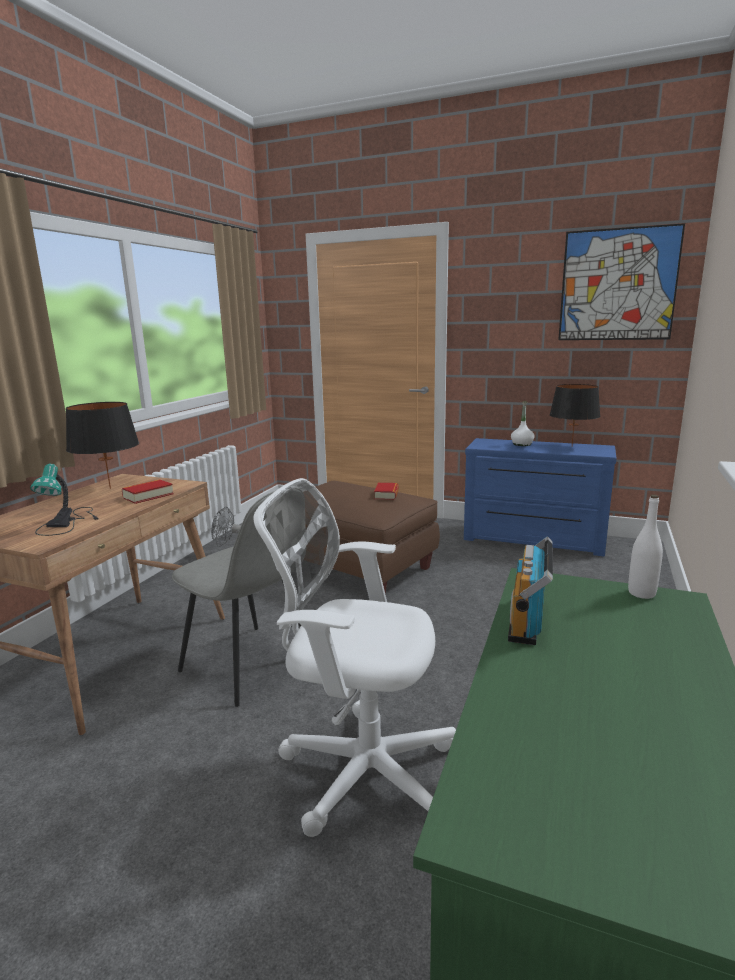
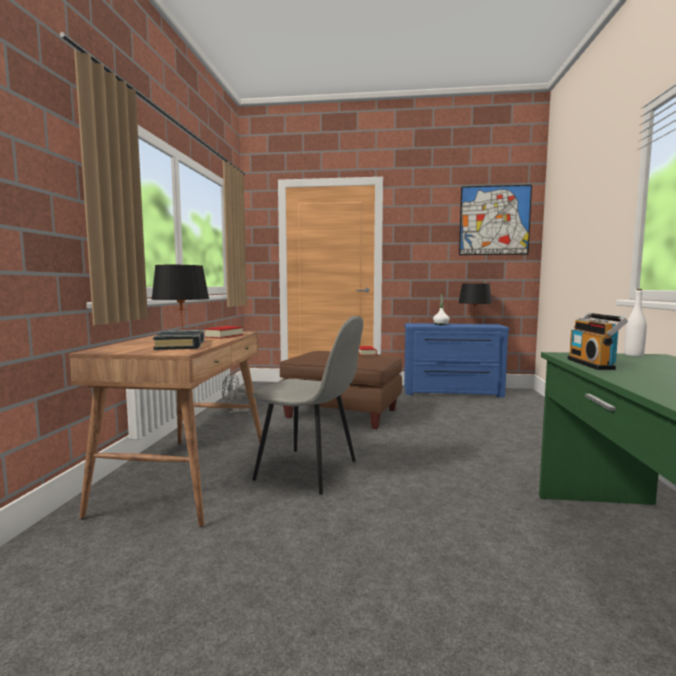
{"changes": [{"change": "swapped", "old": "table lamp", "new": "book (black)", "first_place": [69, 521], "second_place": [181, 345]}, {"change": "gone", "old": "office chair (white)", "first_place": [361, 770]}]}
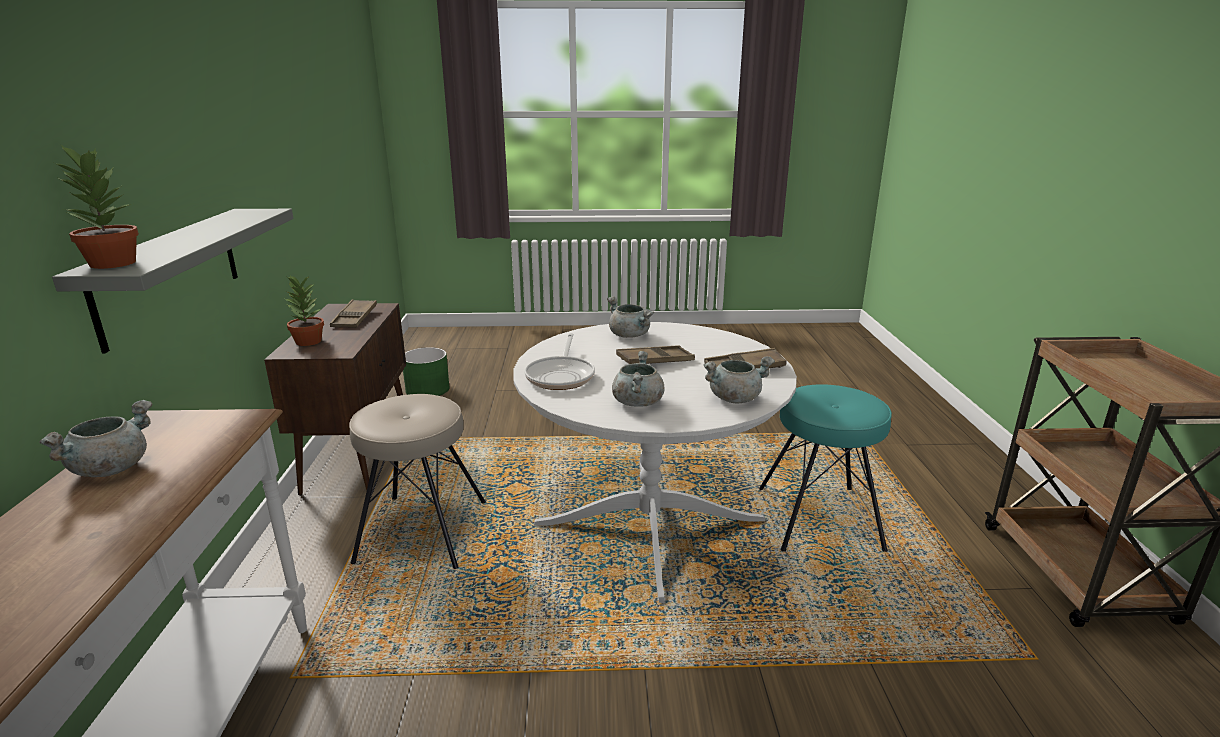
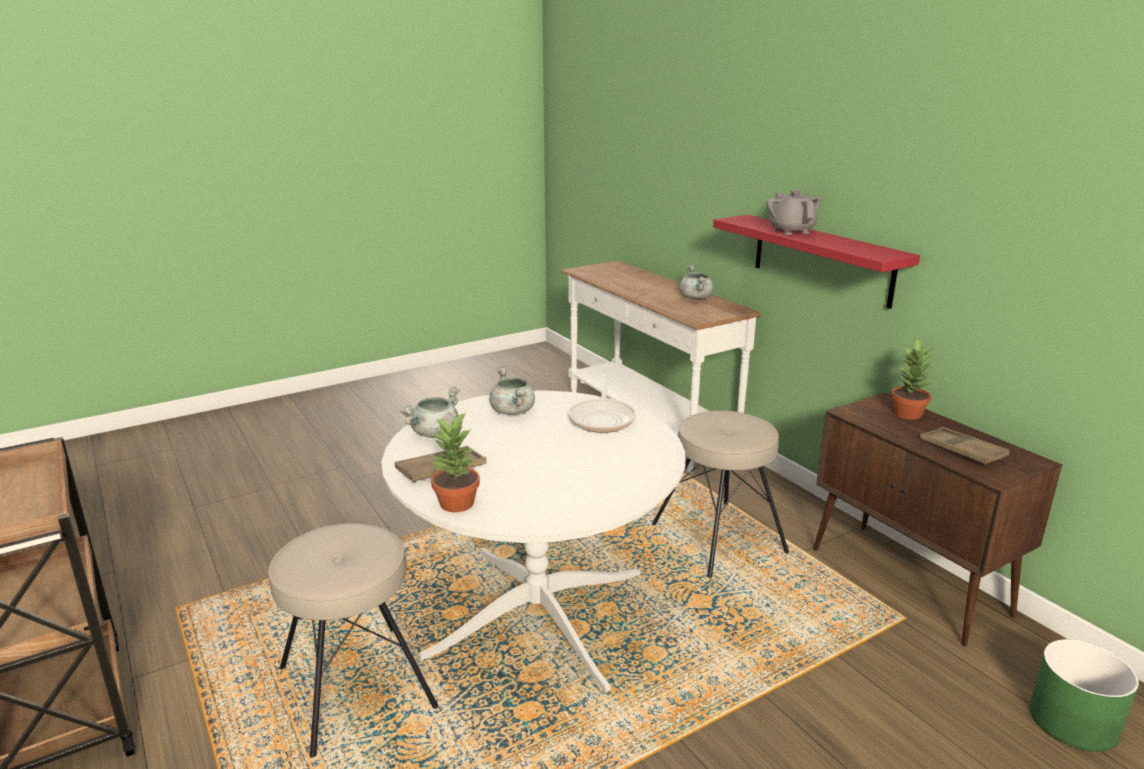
{"changes": [{"change": "shifted", "old": "potted plant", "first_place": [113, 263], "second_place": [457, 503]}, {"change": "repainted", "old": "shelf (grey)", "new": "shelf (red)", "first_place": [170, 273], "second_place": [821, 259]}, {"change": "gone", "old": "cooking pot (grey)", "first_place": [630, 335]}, {"change": "rotated", "old": "frying pan", "first_place": [561, 376], "second_place": [602, 418], "degrees": -150}, {"change": "gone", "old": "tray (brown)", "first_place": [655, 361]}, {"change": "repainted", "old": "stool (turquoise)", "new": "stool (beige)", "first_place": [819, 518], "second_place": [355, 688]}, {"change": "new", "new": "teapot (grey)", "second_place": [791, 231]}]}
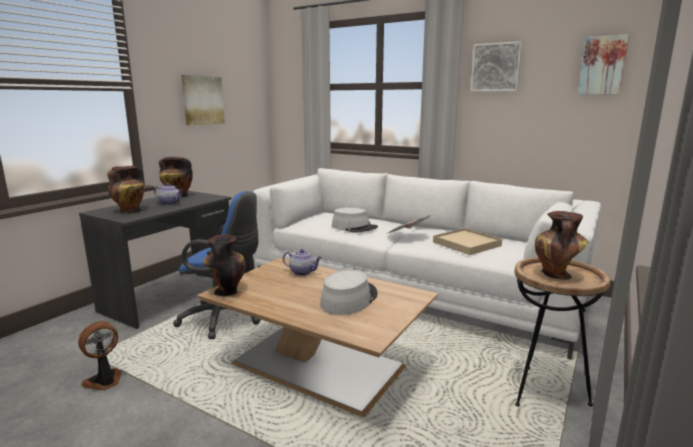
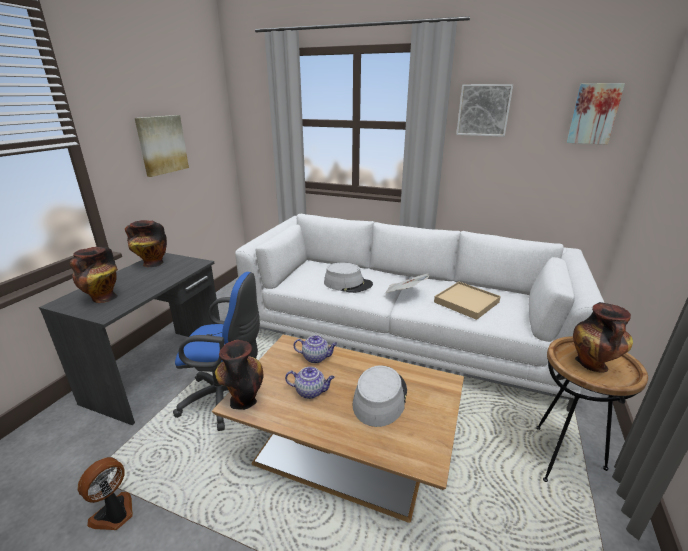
{"changes": [{"change": "shifted", "old": "teapot", "first_place": [170, 203], "second_place": [311, 391]}]}
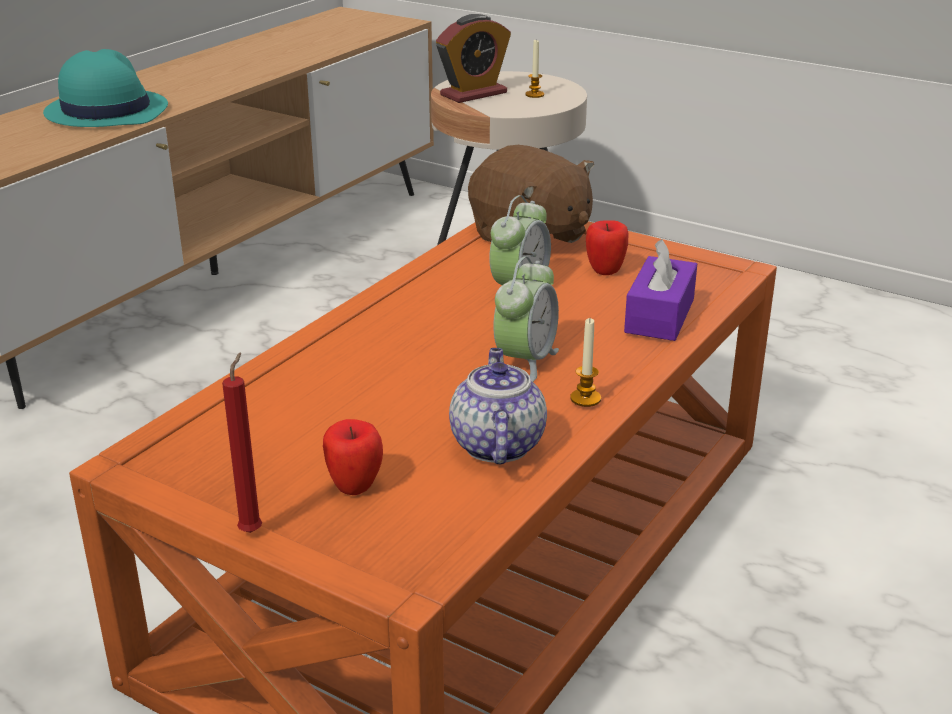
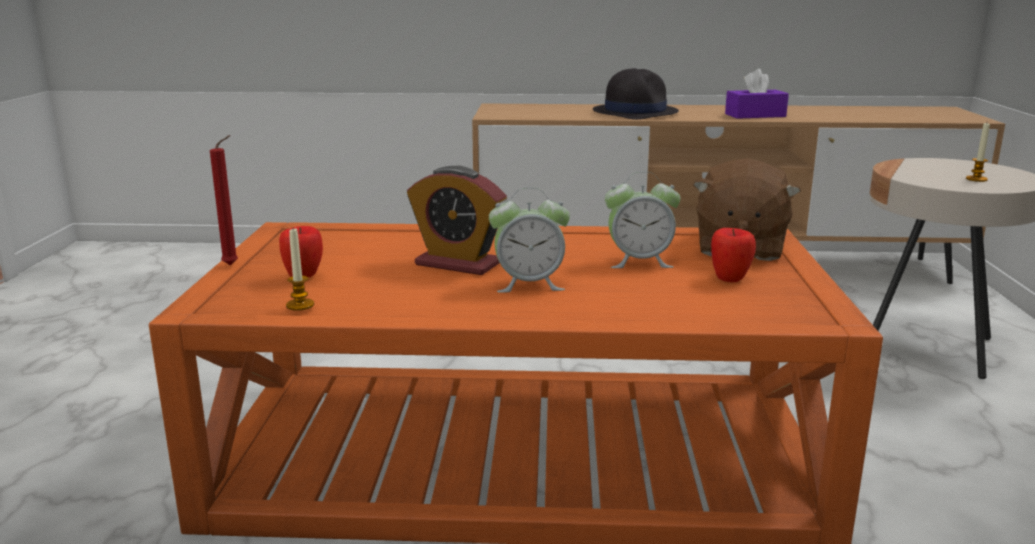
{"changes": [{"change": "shifted", "old": "alarm clock", "first_place": [473, 94], "second_place": [458, 264]}, {"change": "repainted", "old": "hat (turquoise)", "new": "hat (black)", "first_place": [106, 111], "second_place": [635, 112]}, {"change": "shifted", "old": "tissue box (purple)", "first_place": [659, 316], "second_place": [755, 115]}, {"change": "shifted", "old": "candle", "first_place": [585, 398], "second_place": [300, 305]}, {"change": "gone", "old": "teapot", "first_place": [496, 444]}]}
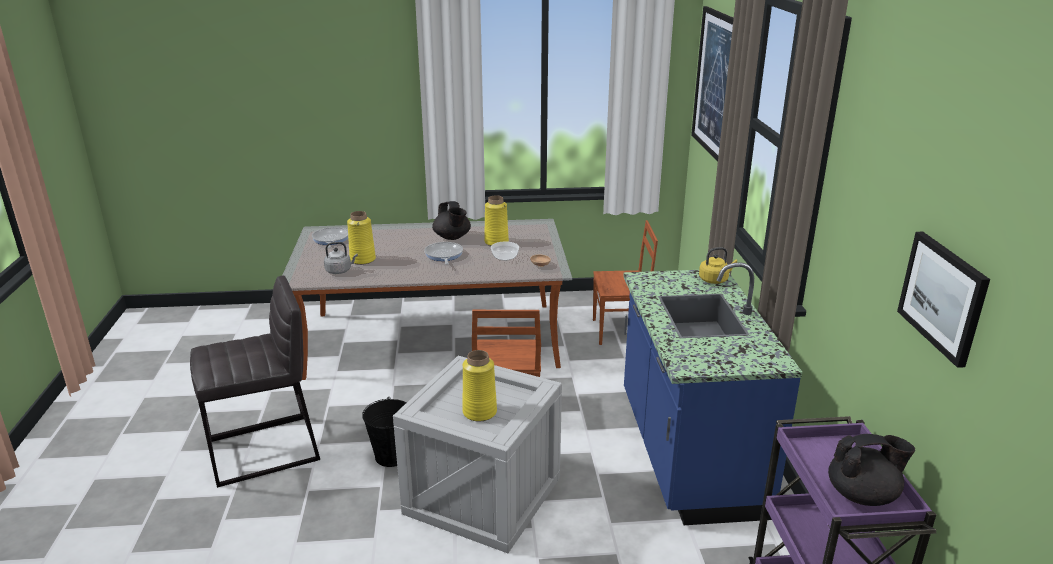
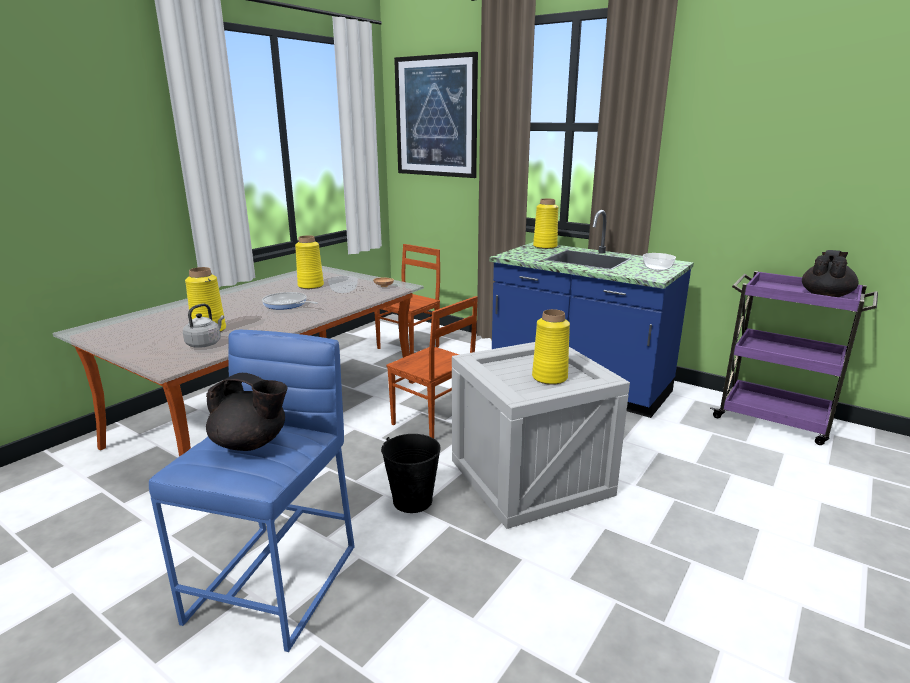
{"changes": [{"change": "shifted", "old": "teapot (black)", "first_place": [452, 237], "second_place": [251, 444]}, {"change": "gone", "old": "frying pan", "first_place": [330, 240]}, {"change": "gone", "old": "picture", "first_place": [943, 296]}, {"change": "swapped", "old": "kettle (yellow)", "new": "vase (yellow)", "first_place": [714, 280], "second_place": [545, 246]}, {"change": "repainted", "old": "stool (grey)", "new": "stool (blue)", "first_place": [265, 450], "second_place": [276, 582]}, {"change": "new", "new": "bowl", "second_place": [657, 268]}]}
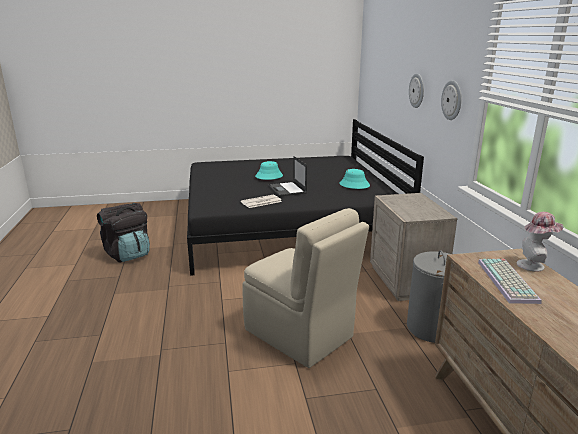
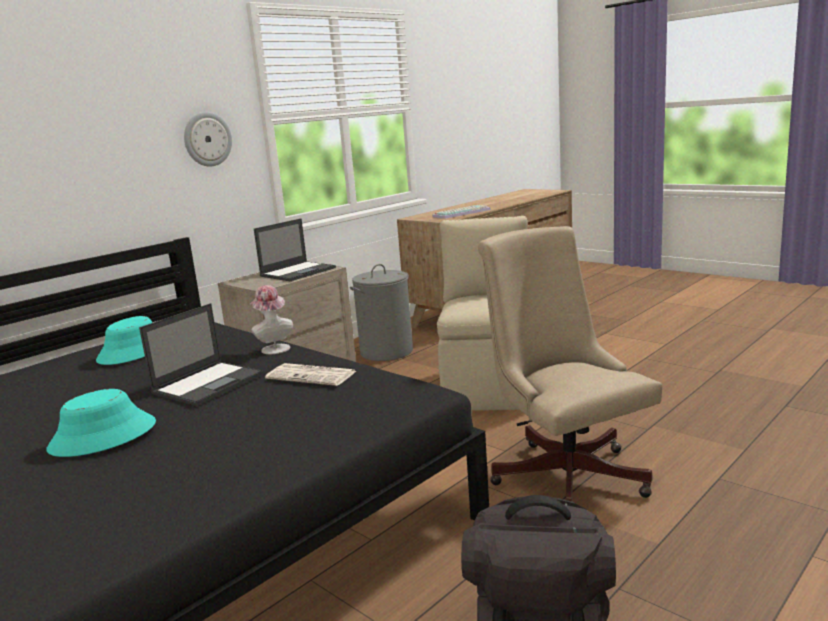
{"changes": [{"change": "gone", "old": "wall clock", "first_place": [417, 90]}, {"change": "shifted", "old": "hat", "first_place": [534, 265], "second_place": [274, 348]}, {"change": "new", "new": "laptop", "second_place": [298, 272]}, {"change": "new", "new": "office chair (beige)", "second_place": [564, 472]}]}
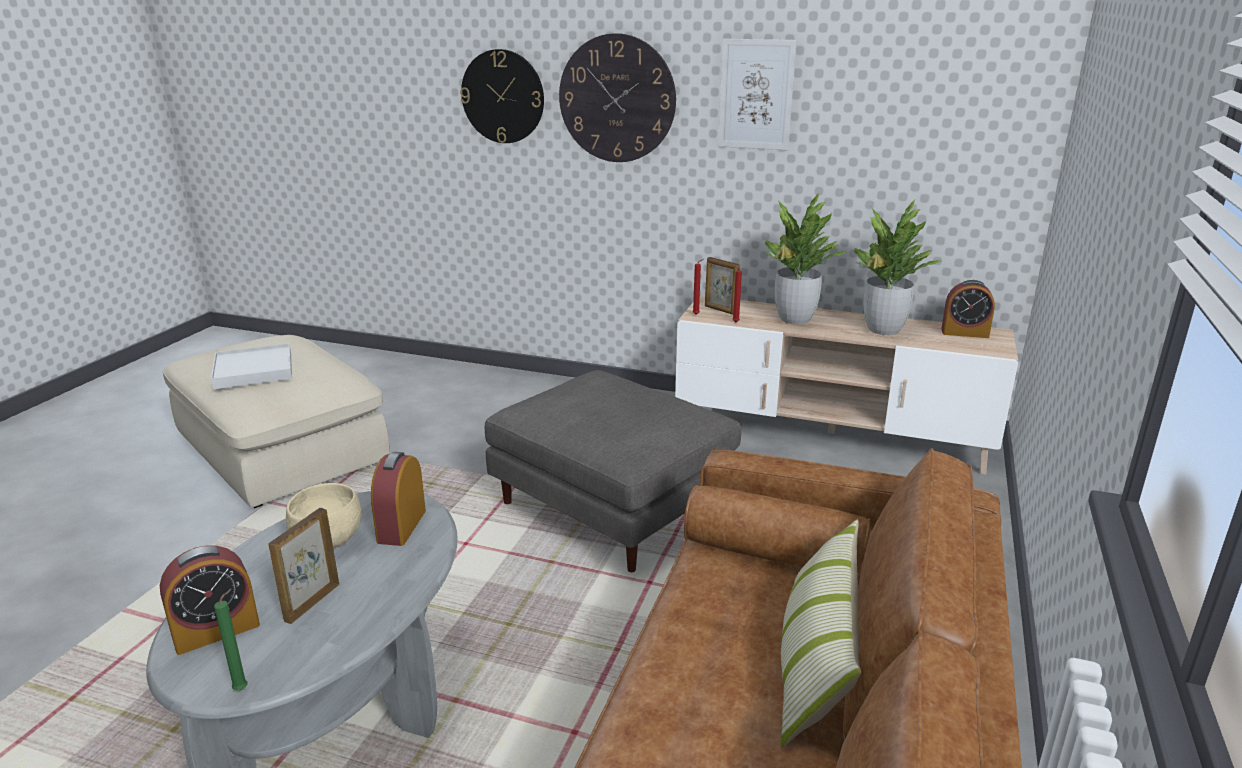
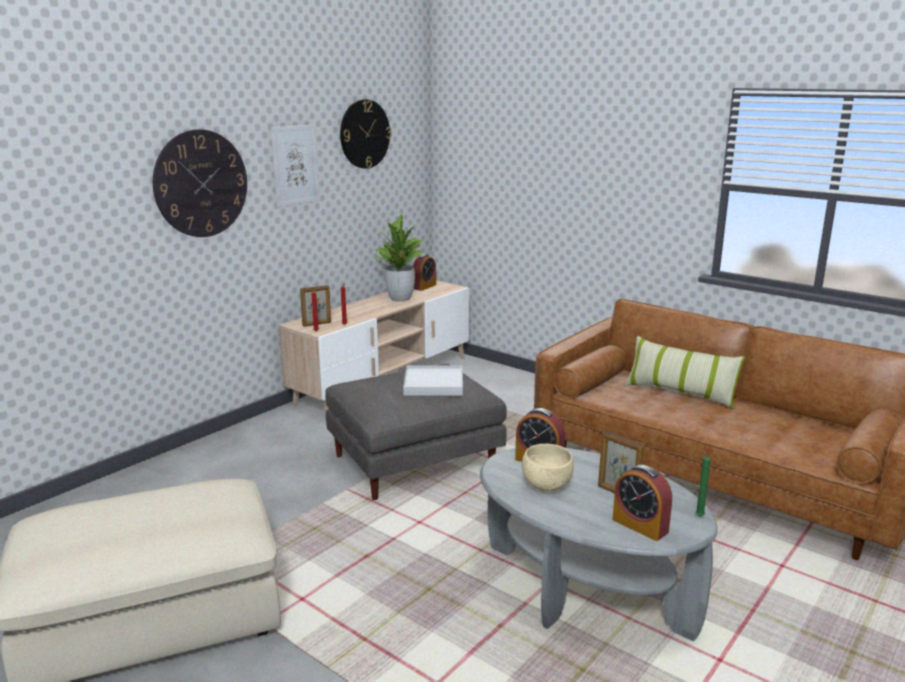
{"changes": [{"change": "shifted", "old": "wall clock", "first_place": [503, 96], "second_place": [364, 134]}, {"change": "gone", "old": "potted plant", "first_place": [794, 319]}, {"change": "shifted", "old": "tray (white)", "first_place": [254, 370], "second_place": [434, 384]}, {"change": "rotated", "old": "alarm clock", "first_place": [216, 631], "second_place": [640, 525], "degrees": 150}]}
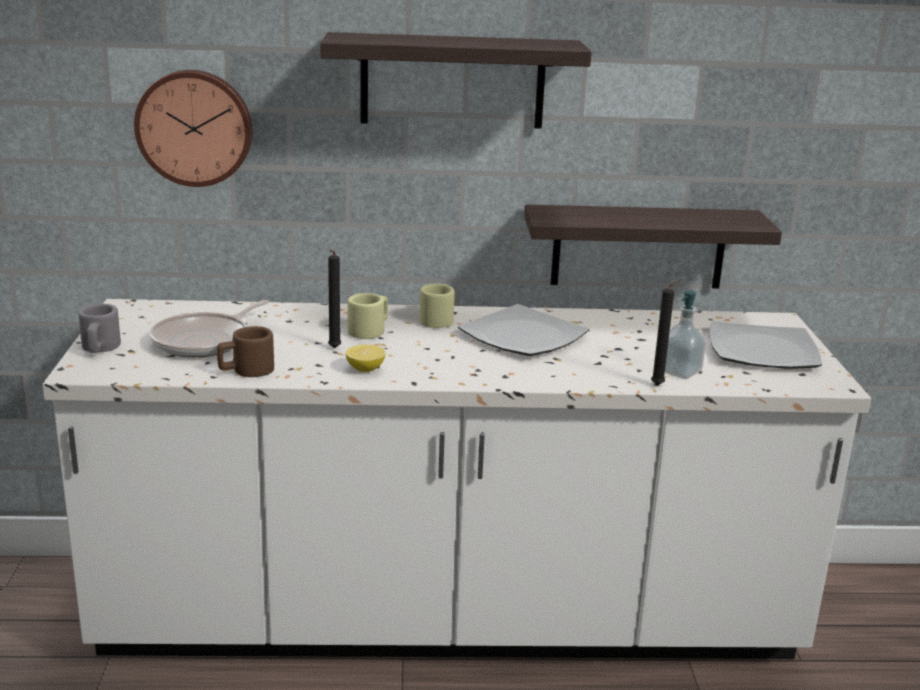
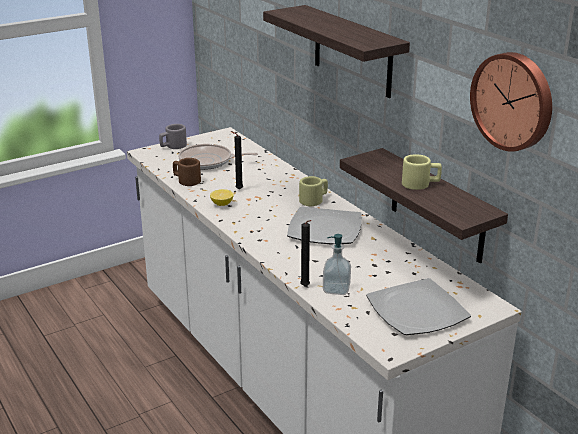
{"changes": [{"change": "shifted", "old": "wall clock", "first_place": [195, 127], "second_place": [513, 101]}, {"change": "shifted", "old": "mug (beige)", "first_place": [370, 330], "second_place": [420, 184]}]}
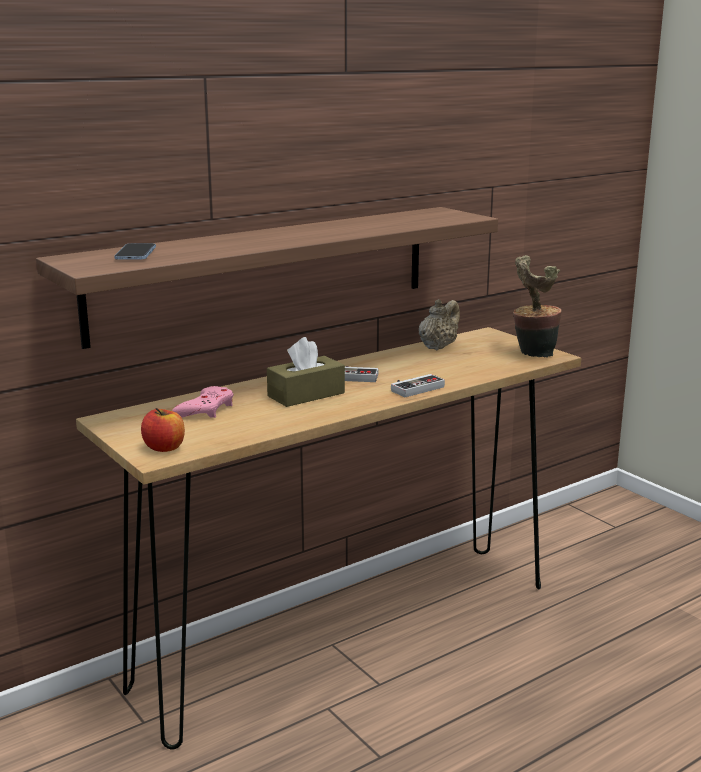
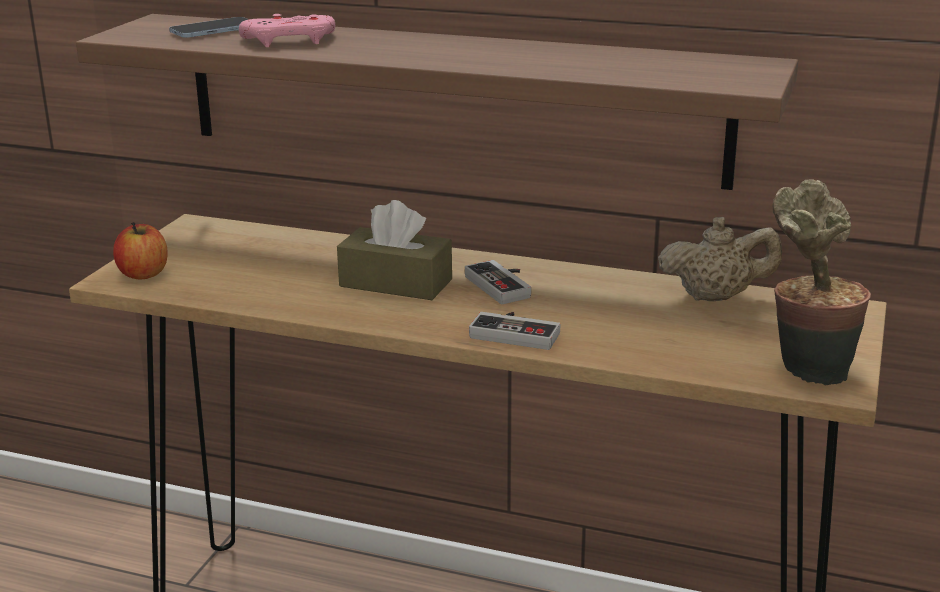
{"changes": [{"change": "shifted", "old": "game controller (pink)", "first_place": [206, 409], "second_place": [290, 40]}]}
